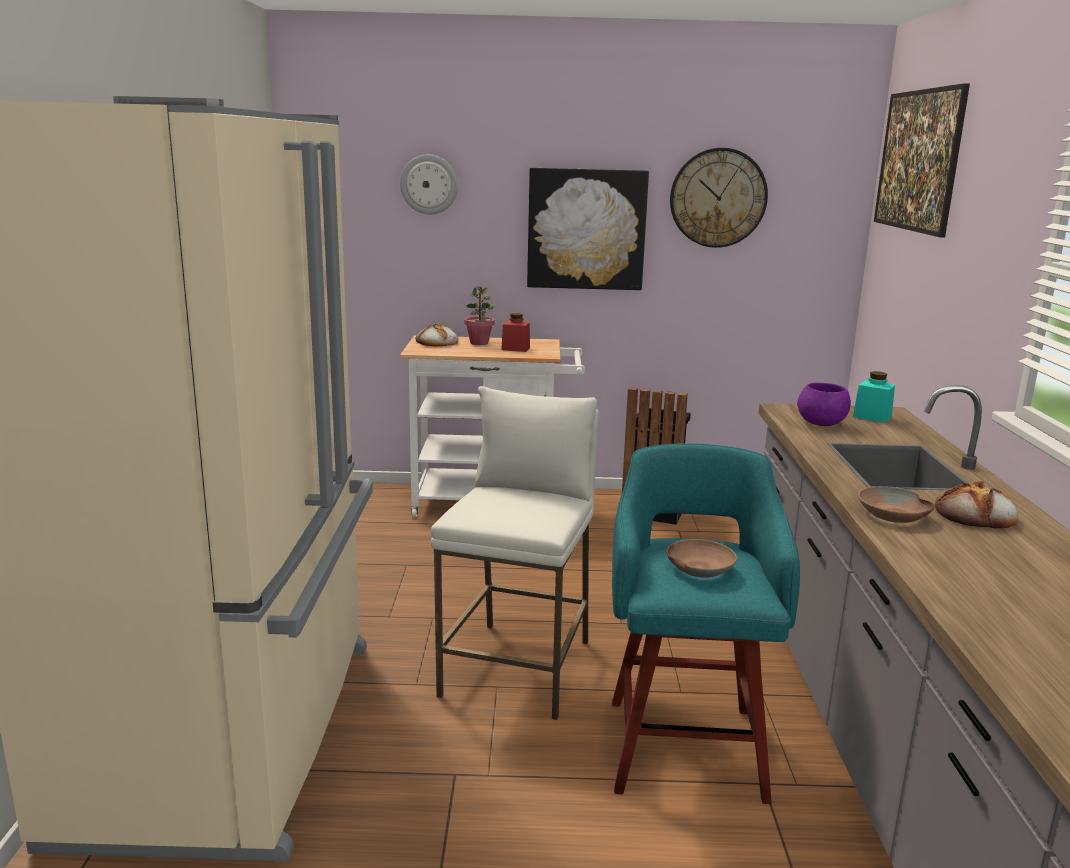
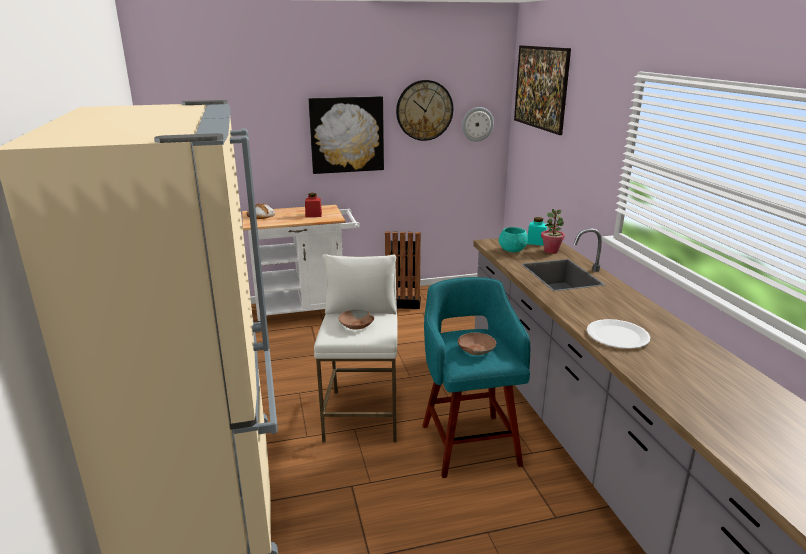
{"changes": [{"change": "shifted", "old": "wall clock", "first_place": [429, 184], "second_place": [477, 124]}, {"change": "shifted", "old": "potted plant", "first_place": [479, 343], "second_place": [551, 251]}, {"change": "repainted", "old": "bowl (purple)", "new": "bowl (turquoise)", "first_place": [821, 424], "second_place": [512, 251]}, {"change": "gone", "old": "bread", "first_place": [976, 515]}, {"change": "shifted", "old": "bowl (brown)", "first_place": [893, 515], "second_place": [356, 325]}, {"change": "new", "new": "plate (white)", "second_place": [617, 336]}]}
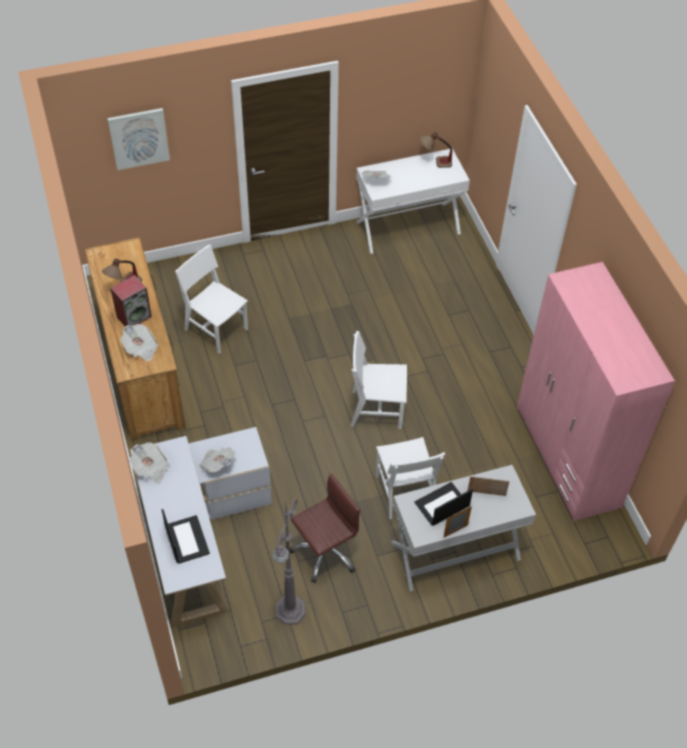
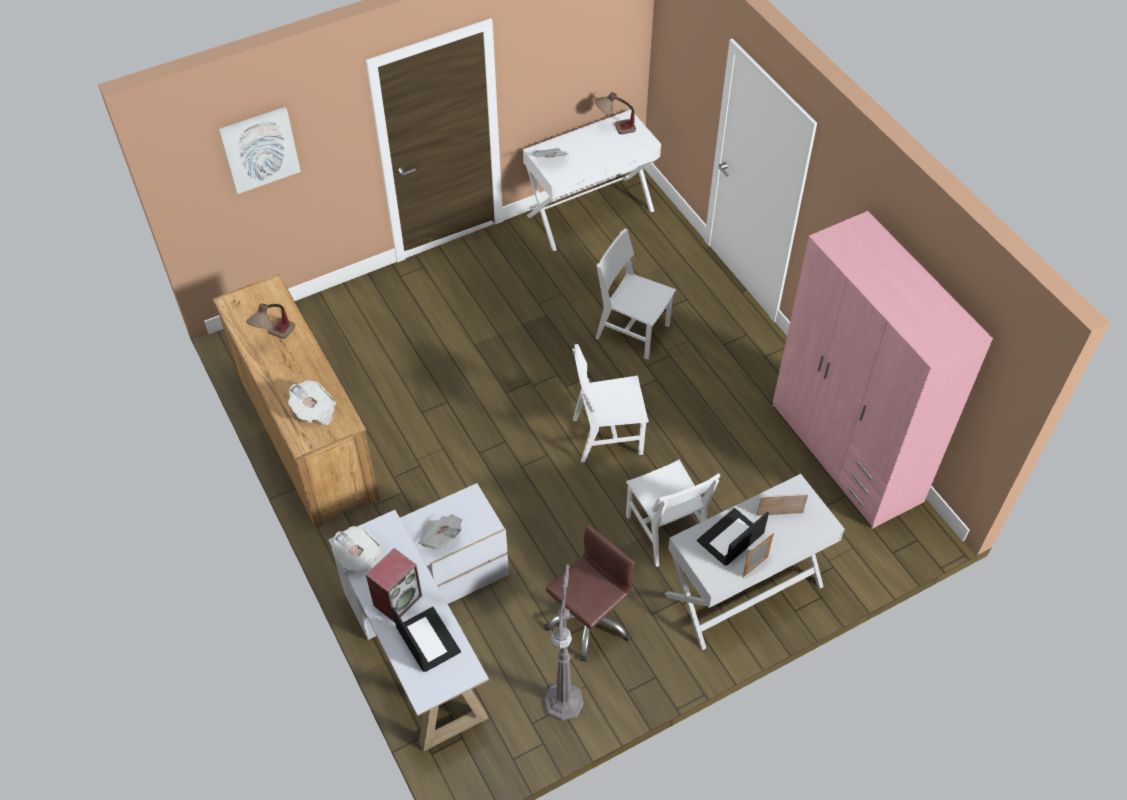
{"changes": [{"change": "shifted", "old": "chair (white)", "first_place": [216, 329], "second_place": [632, 331]}, {"change": "shifted", "old": "speaker", "first_place": [134, 316], "second_place": [397, 599]}]}
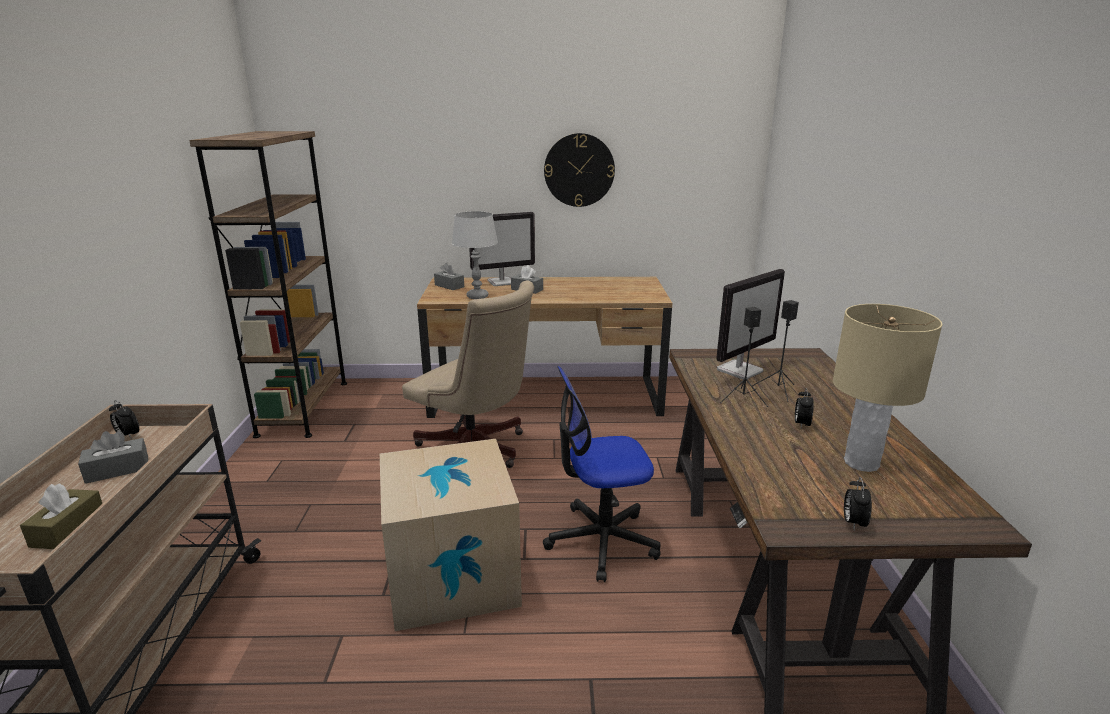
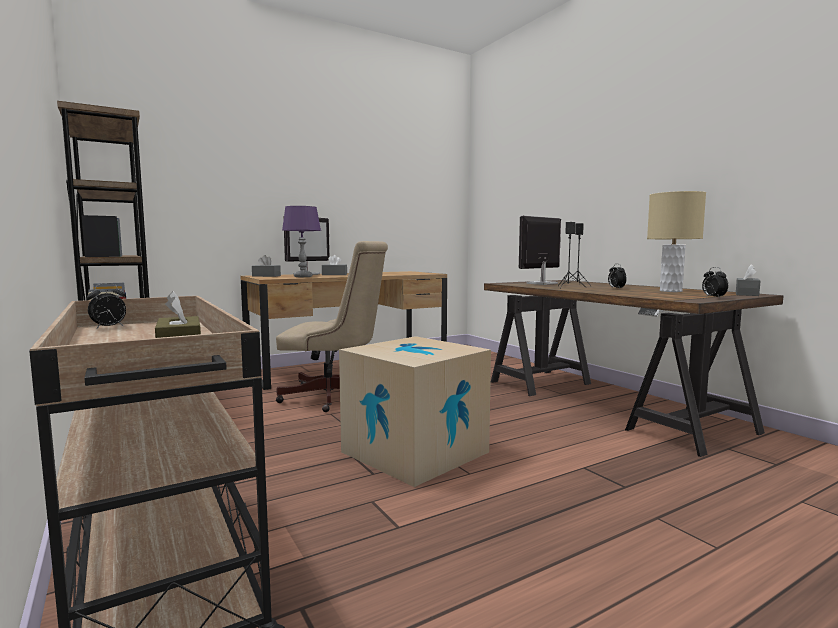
{"changes": [{"change": "gone", "old": "wall clock", "first_place": [579, 170]}, {"change": "repainted", "old": "table lamp (grey)", "new": "table lamp (purple)", "first_place": [477, 296], "second_place": [303, 277]}, {"change": "rotated", "old": "monitor", "first_place": [740, 370], "second_place": [541, 284], "degrees": -150}, {"change": "gone", "old": "office chair", "first_place": [601, 541]}, {"change": "rotated", "old": "alarm clock", "first_place": [128, 436], "second_place": [109, 327], "degrees": -45}, {"change": "shifted", "old": "tissue box (grey)", "first_place": [117, 470], "second_place": [746, 294]}]}
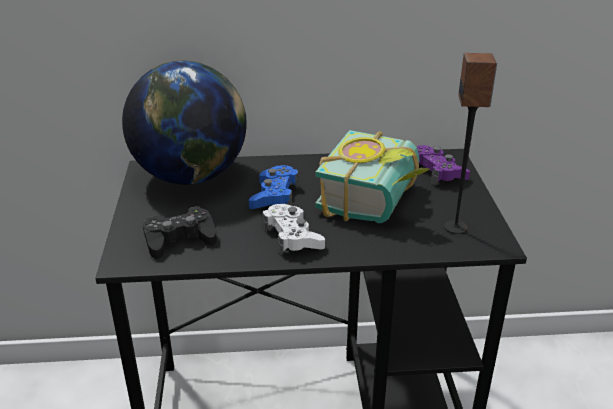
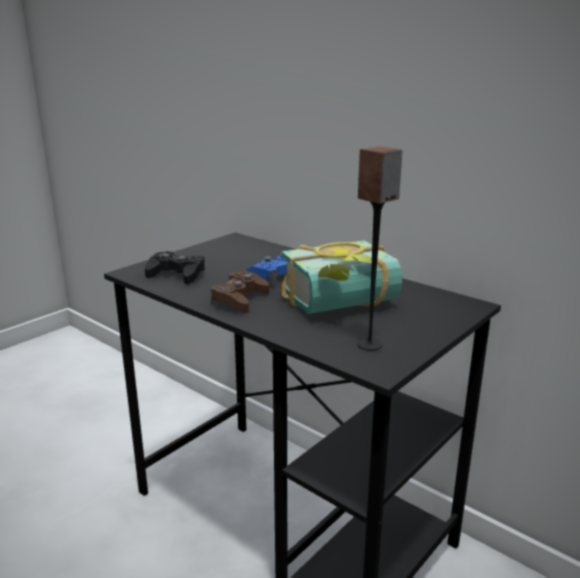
{"changes": [{"change": "gone", "old": "globe", "first_place": [191, 177]}, {"change": "gone", "old": "game controller (purple)", "first_place": [437, 172]}, {"change": "repainted", "old": "game controller (white)", "new": "game controller (brown)", "first_place": [292, 237], "second_place": [240, 299]}]}
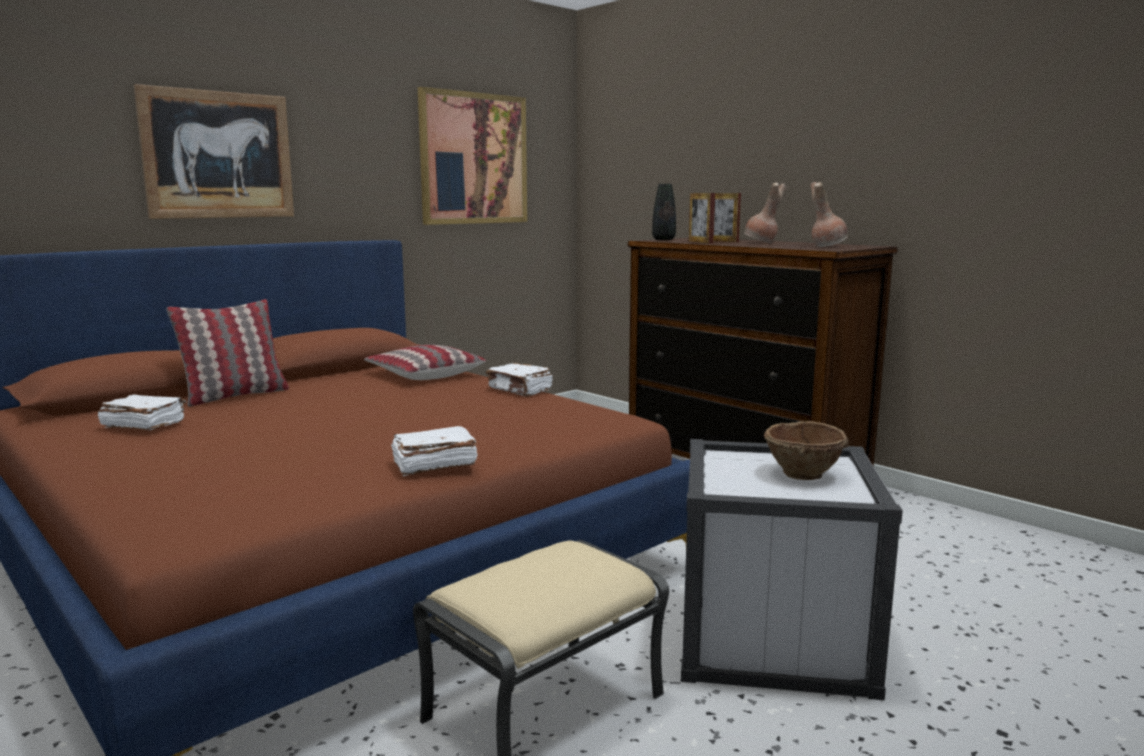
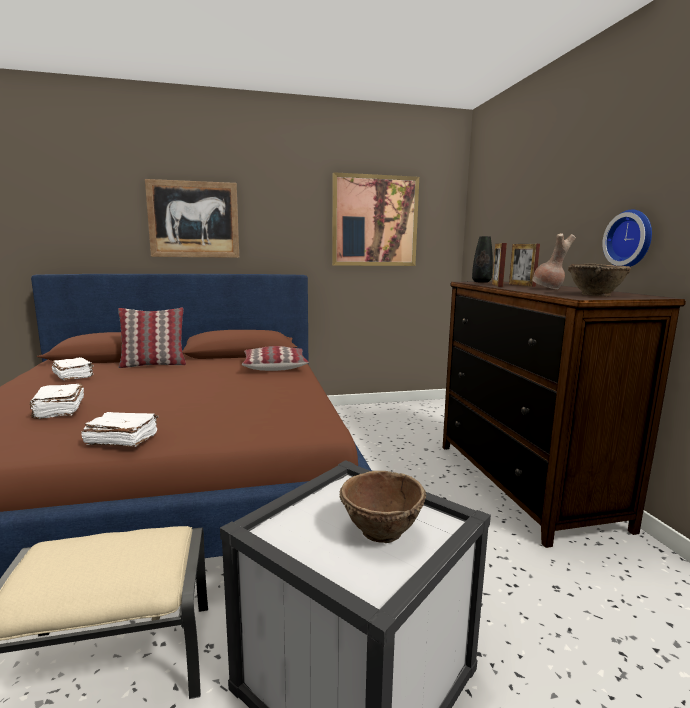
{"changes": [{"change": "swapped", "old": "vase (brown)", "new": "bowl (brown)", "first_place": [827, 246], "second_place": [595, 295]}, {"change": "shifted", "old": "book (white)", "first_place": [520, 390], "second_place": [59, 410]}, {"change": "new", "new": "wall clock", "second_place": [631, 239]}]}
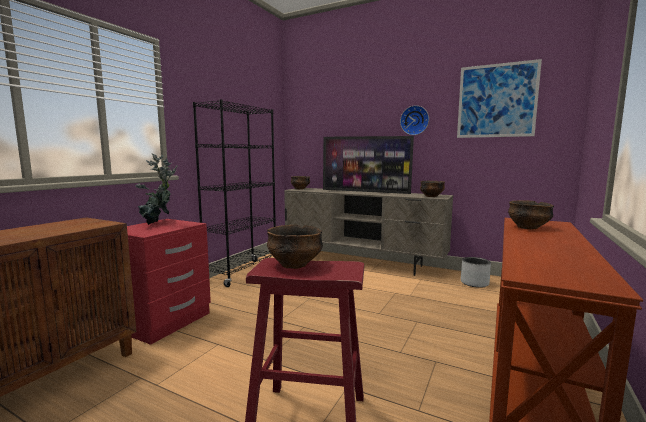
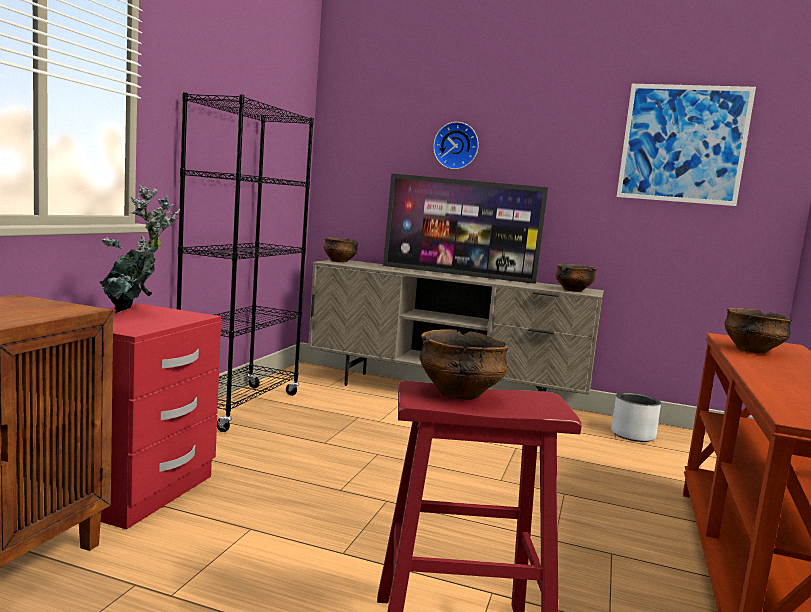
{"changes": [{"change": "shifted", "old": "wall clock", "first_place": [414, 120], "second_place": [456, 146]}]}
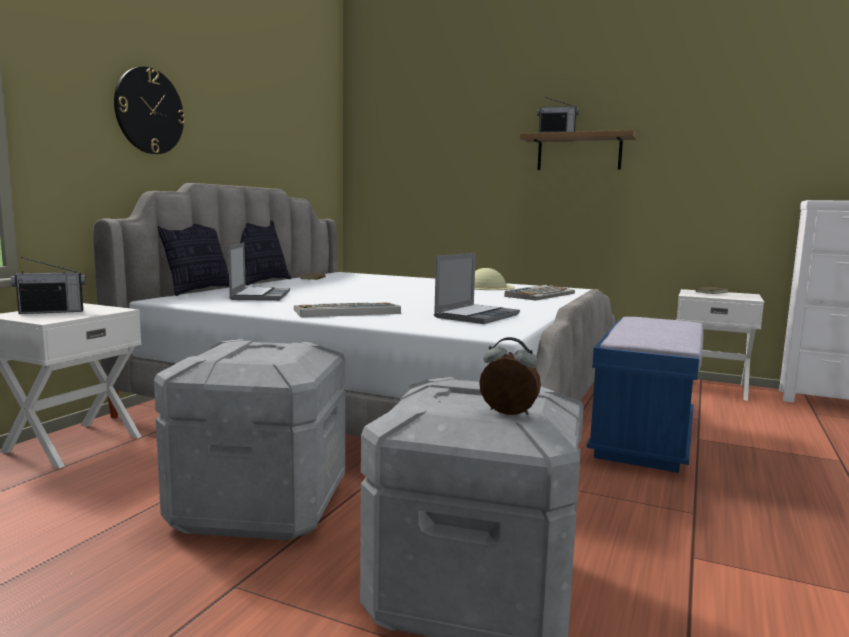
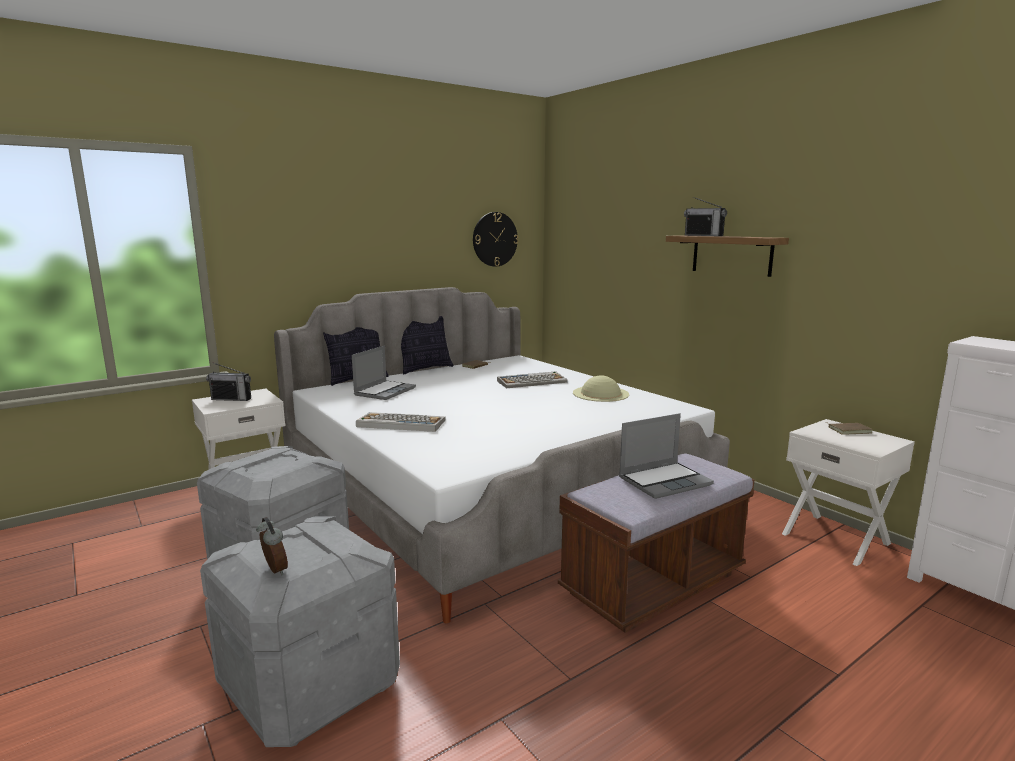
{"changes": [{"change": "shifted", "old": "wall clock", "first_place": [149, 111], "second_place": [495, 239]}, {"change": "shifted", "old": "laptop", "first_place": [476, 316], "second_place": [665, 481]}, {"change": "shifted", "old": "keyboard", "first_place": [540, 295], "second_place": [532, 381]}, {"change": "repainted", "old": "bench (blue)", "new": "bench (brown)", "first_place": [644, 437], "second_place": [653, 584]}]}
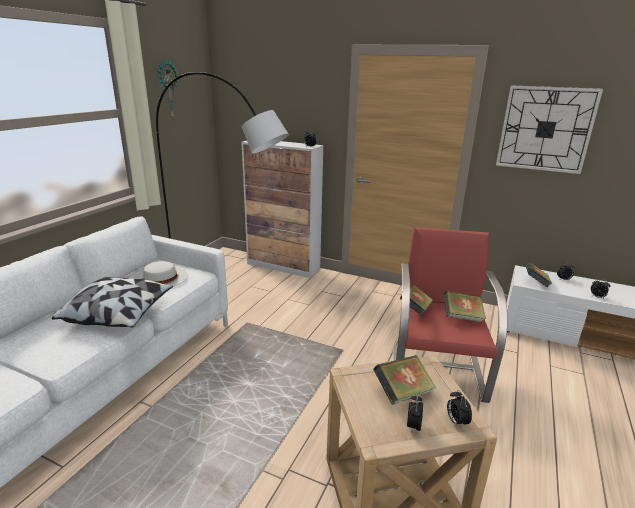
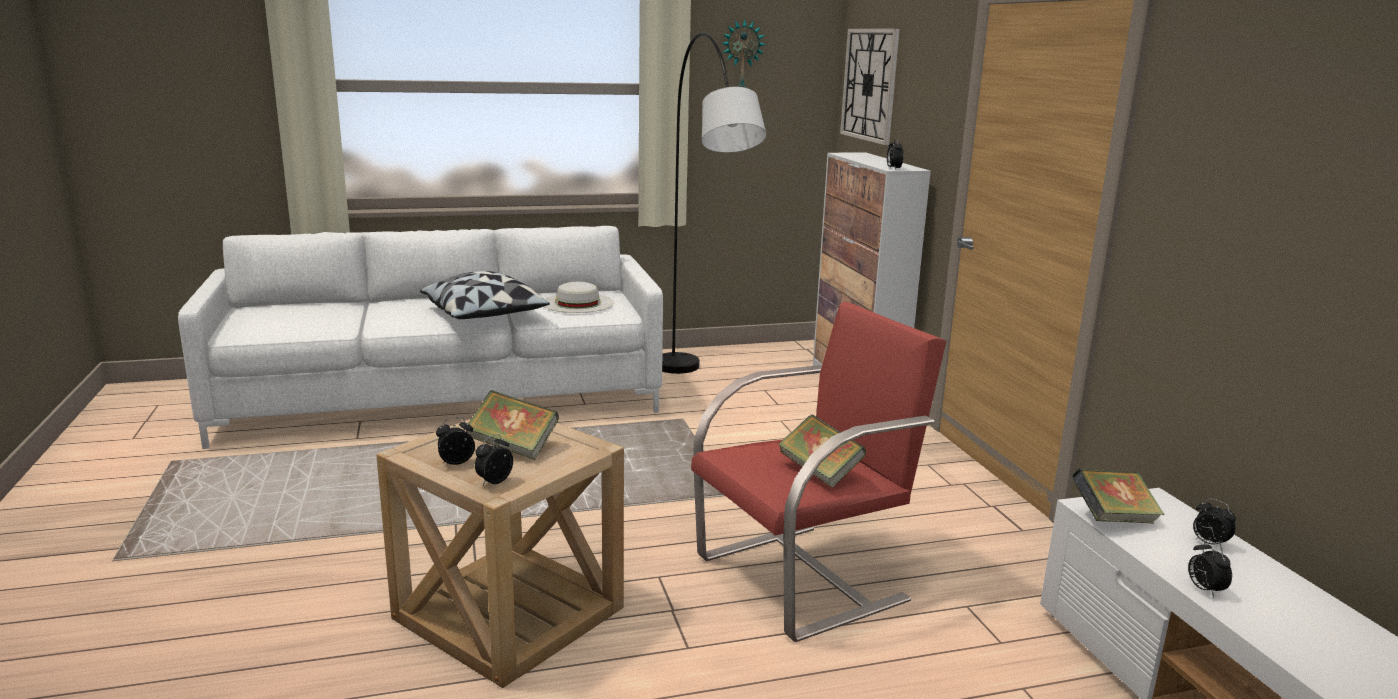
{"changes": [{"change": "shifted", "old": "wall clock", "first_place": [545, 129], "second_place": [870, 85]}, {"change": "gone", "old": "book", "first_place": [415, 310]}]}
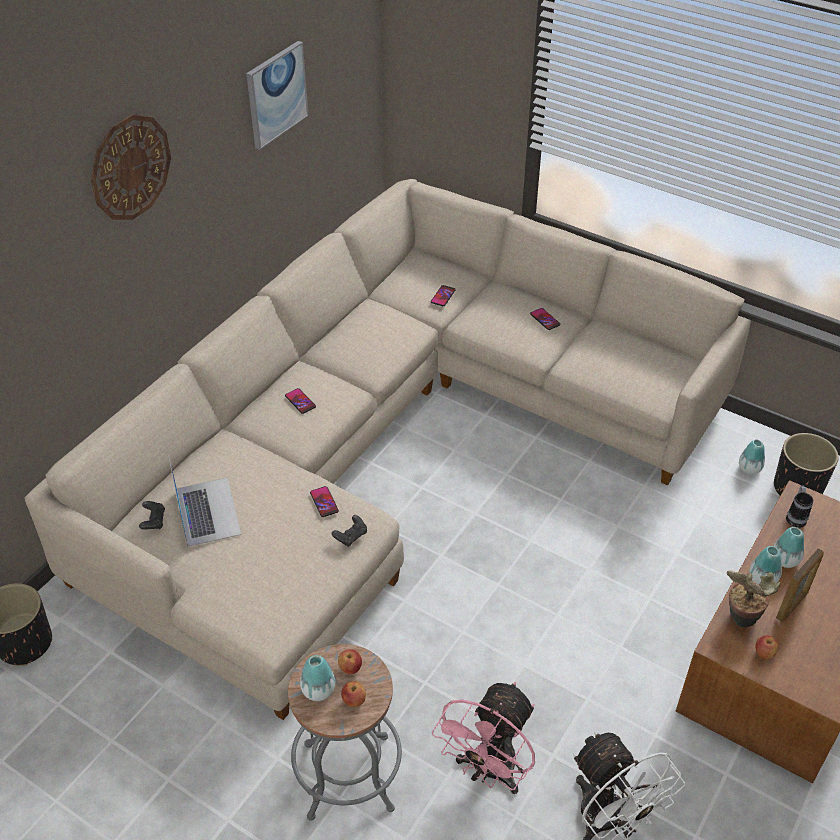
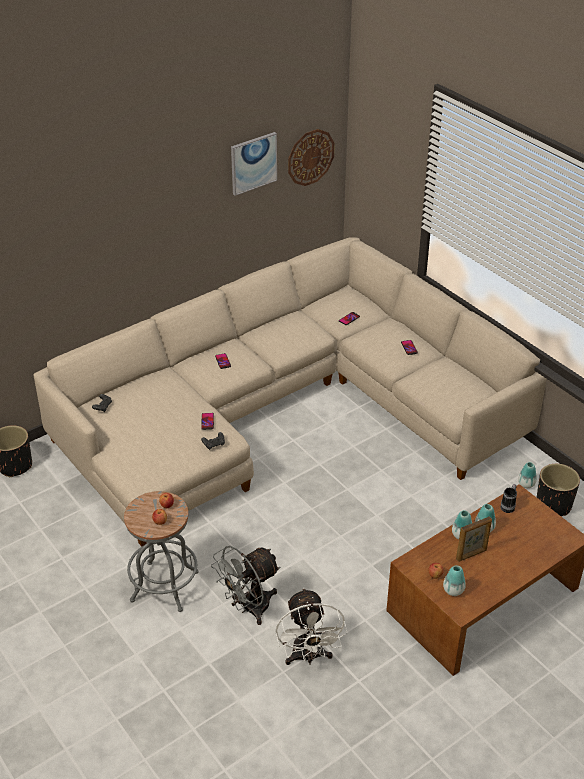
{"changes": [{"change": "shifted", "old": "wall clock", "first_place": [130, 167], "second_place": [310, 157]}, {"change": "gone", "old": "laptop", "first_place": [207, 511]}, {"change": "gone", "old": "potted plant", "first_place": [740, 620]}, {"change": "shifted", "old": "vase", "first_place": [318, 690], "second_place": [453, 590]}, {"change": "repainted", "old": "fan (pink)", "new": "fan (grey)", "first_place": [488, 771], "second_place": [249, 608]}]}
